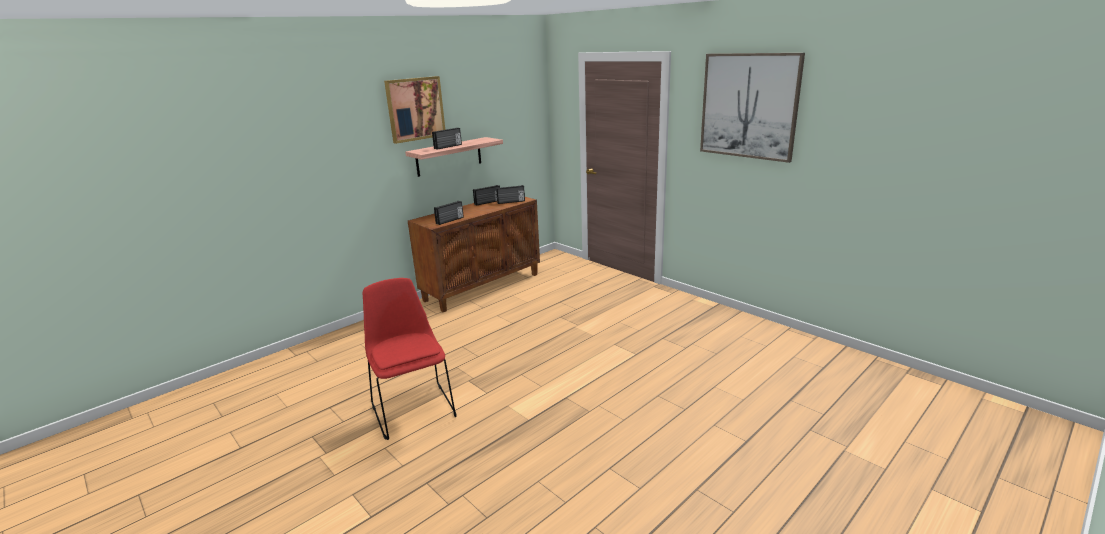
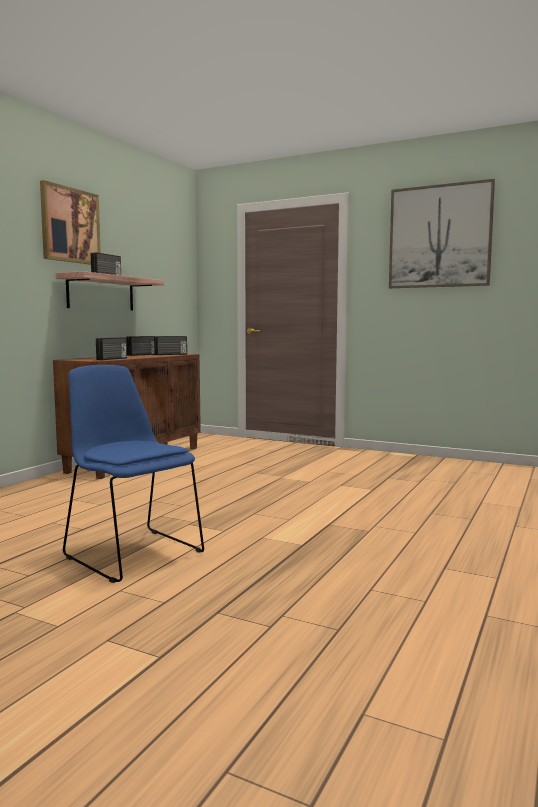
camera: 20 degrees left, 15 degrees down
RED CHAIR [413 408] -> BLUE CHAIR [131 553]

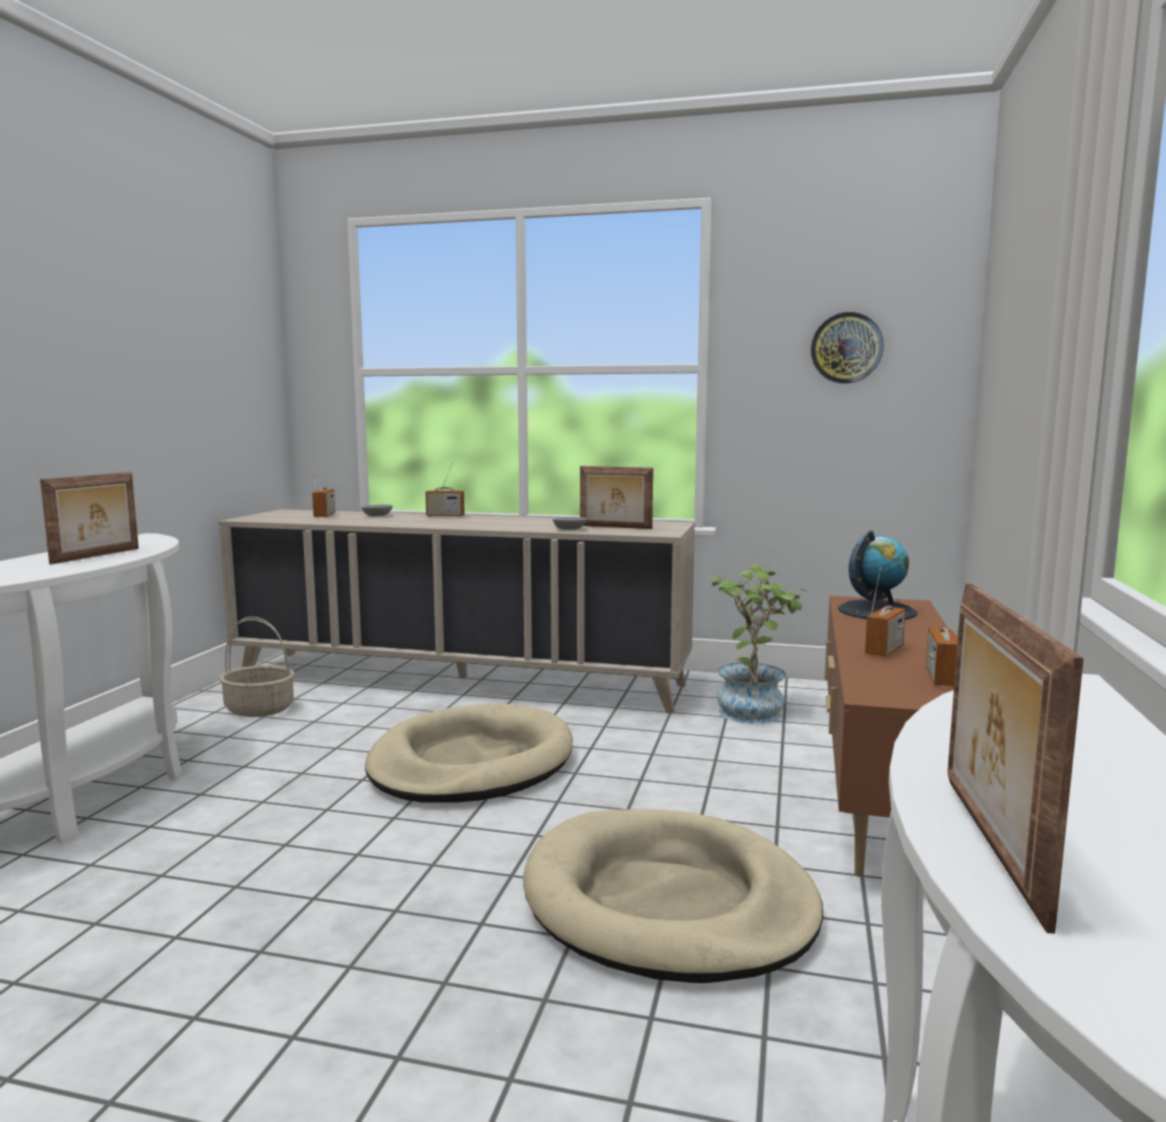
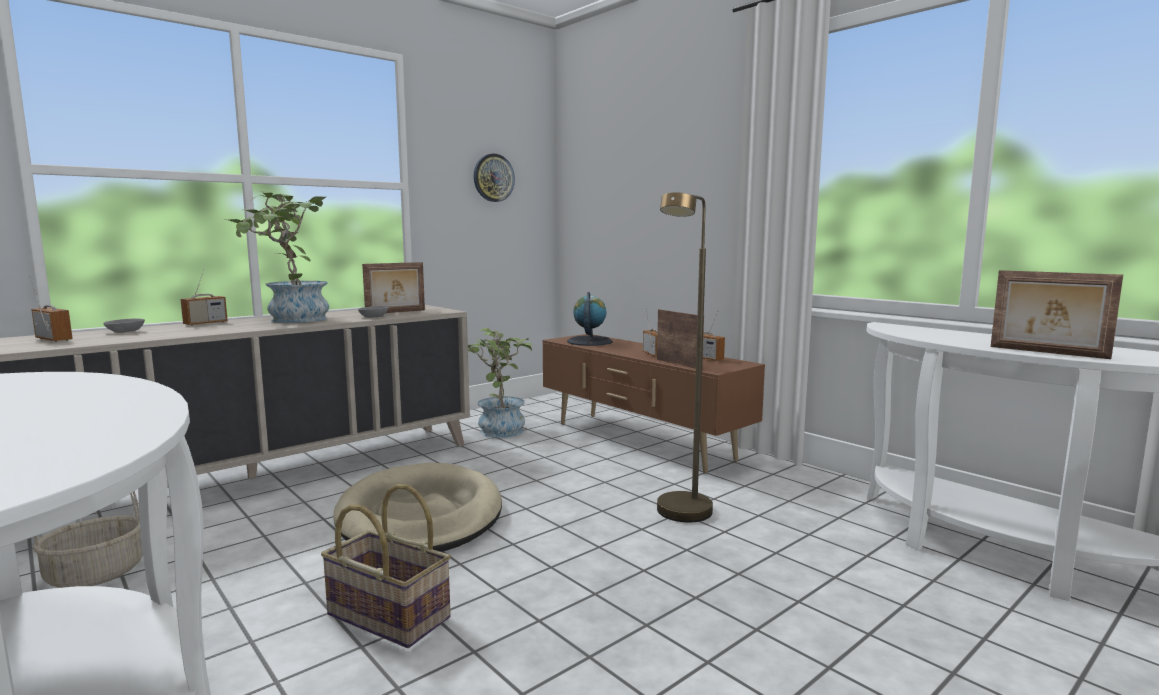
camera: 55 degrees left, 0 degrees up
none -> POTTED PLANT [290 320]
none -> BASKET [386 617]
PICTURE FRAME [97 556] -> PICTURE FRAME [679 364], relocated
BEIGE DOG BED [668 903] -> BROWN FLOOR LAMP [681 517]

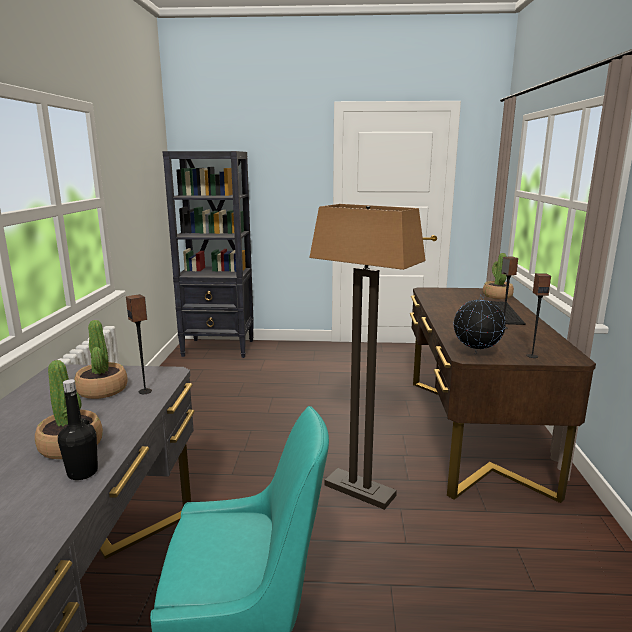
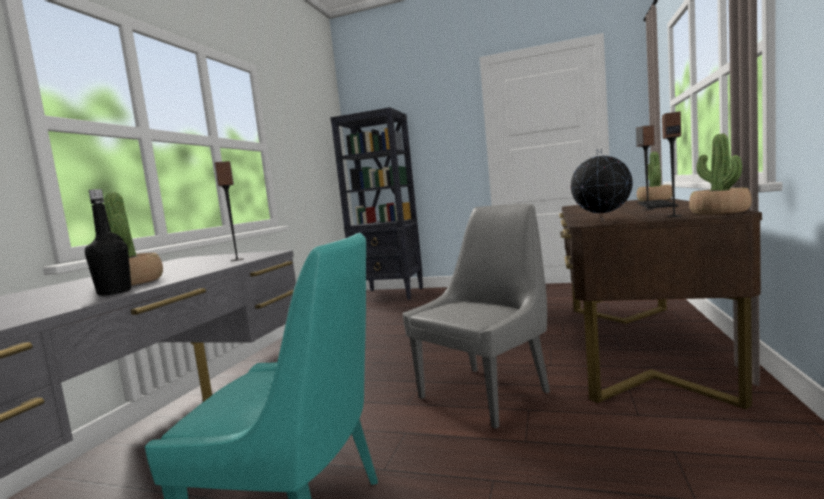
camera: 15 degrees right, 10 degrees down
POTTED PLANT [102 390] -> POTTED PLANT [719 212], relocated
FLOOR LAMP [360 490] -> GREY CHAIR [487 393]

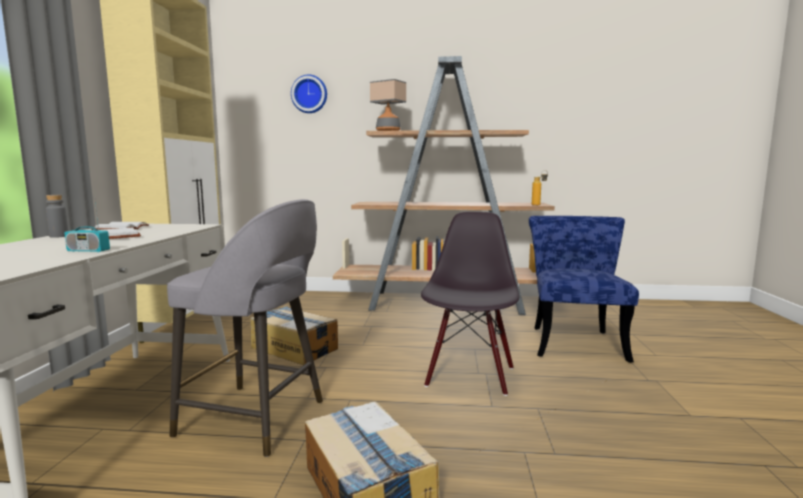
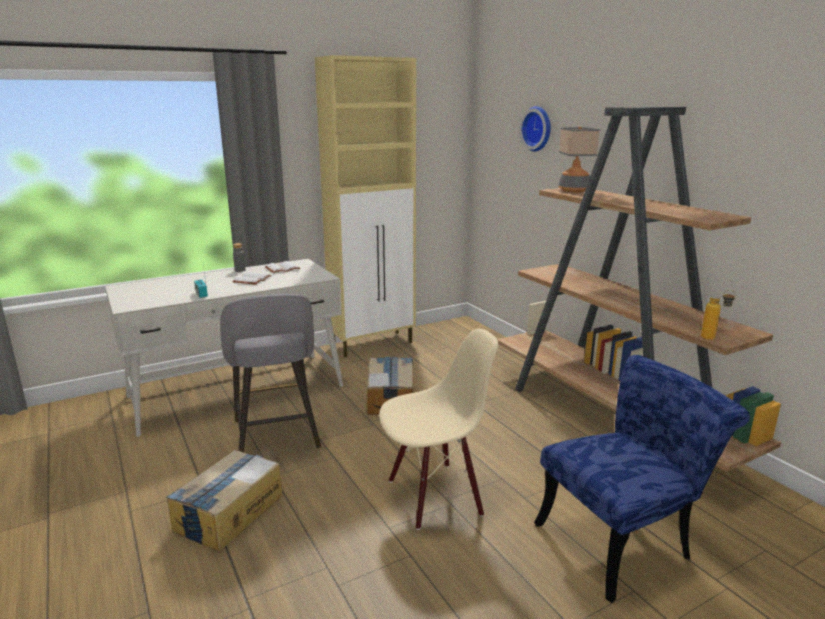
camera: 55 degrees right, 10 degrees up
BLACK CHAIR [468 376] -> BEIGE CHAIR [435 496]

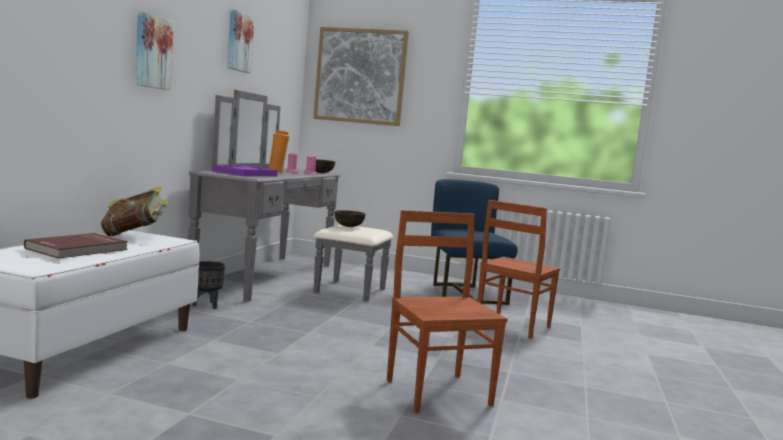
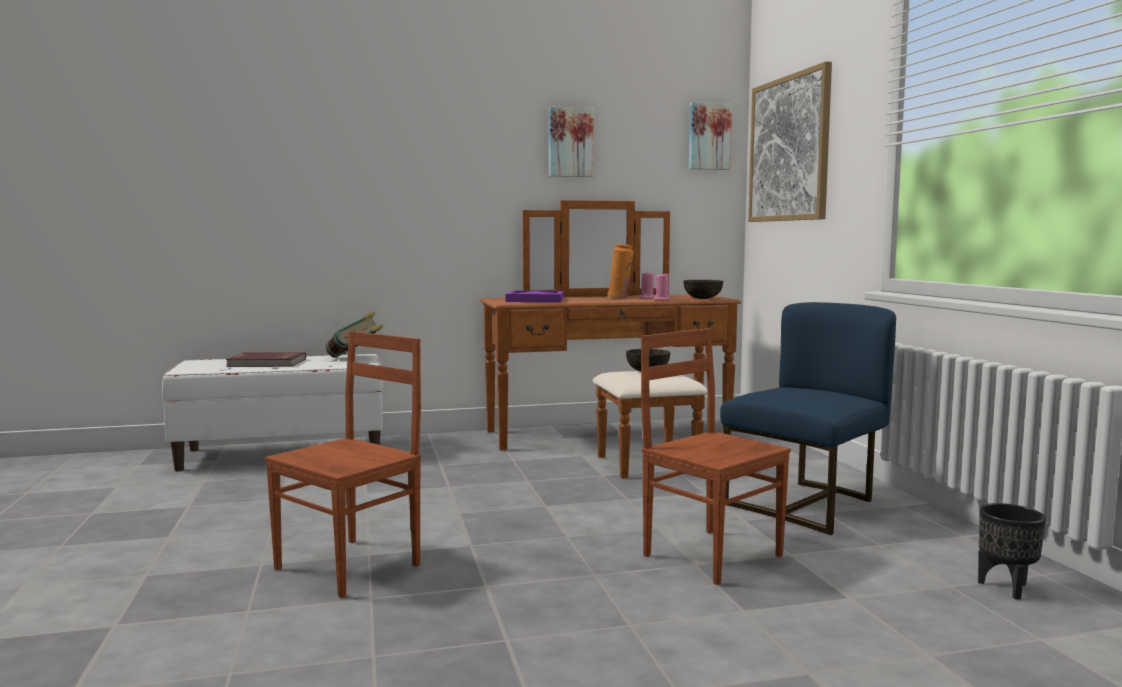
camera: 60 degrees right, 0 degrees up
PICTURE [152 52] -> PICTURE [709 136], relocated
BLACK PLANTER [207 305] -> BLACK PLANTER [1007 588], relocated
GREY DRESSER [286 279] -> BROWN DRESSER [617 439]
BROWN CHAIR [511 325] -> BROWN CHAIR [712 554], 45 degrees clockwise

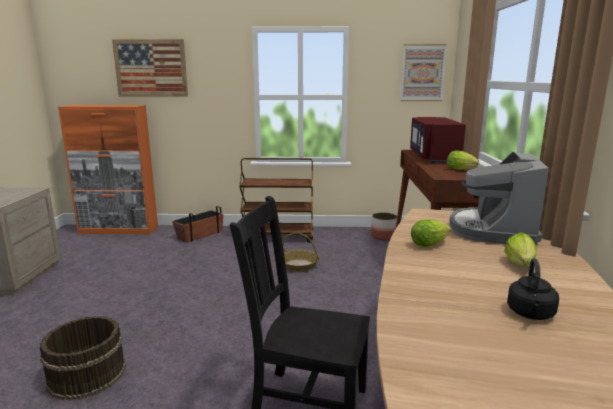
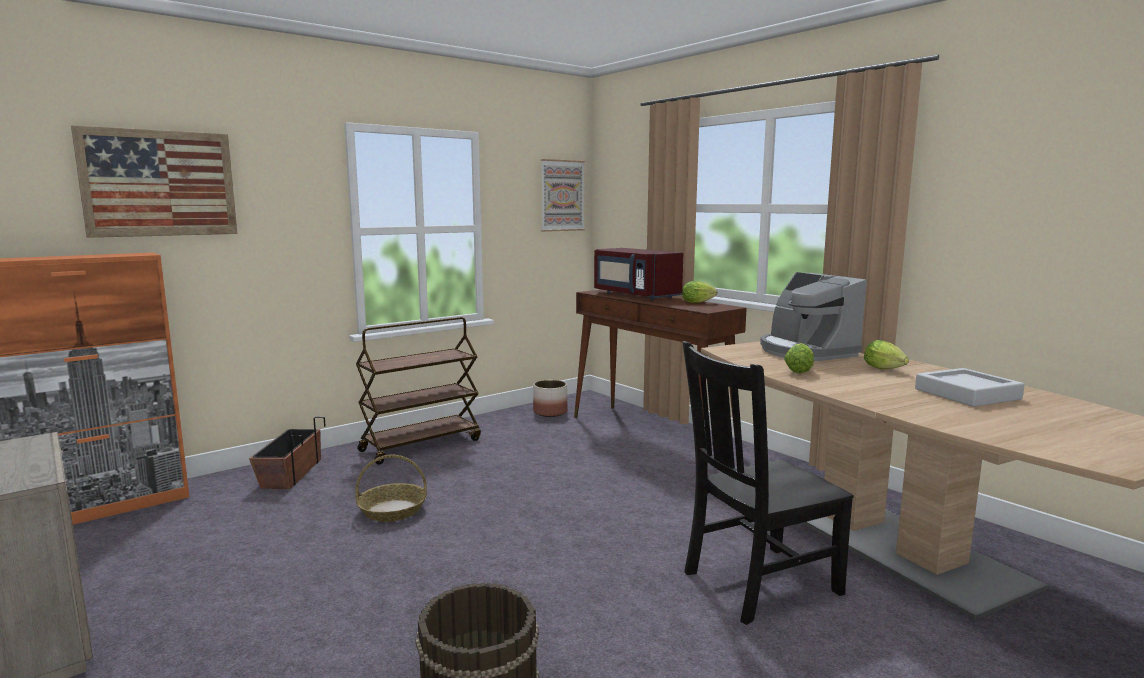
camera: 40 degrees left, 5 degrees down
BASKET [299 265] -> BASKET [393 510], relocated
BLACK KETTLE [530 314] -> GREY TRAY [967 394]

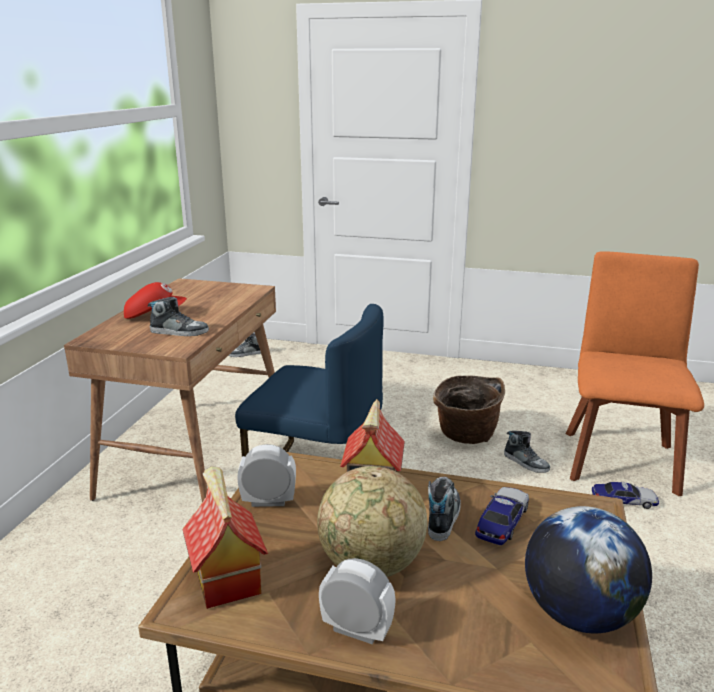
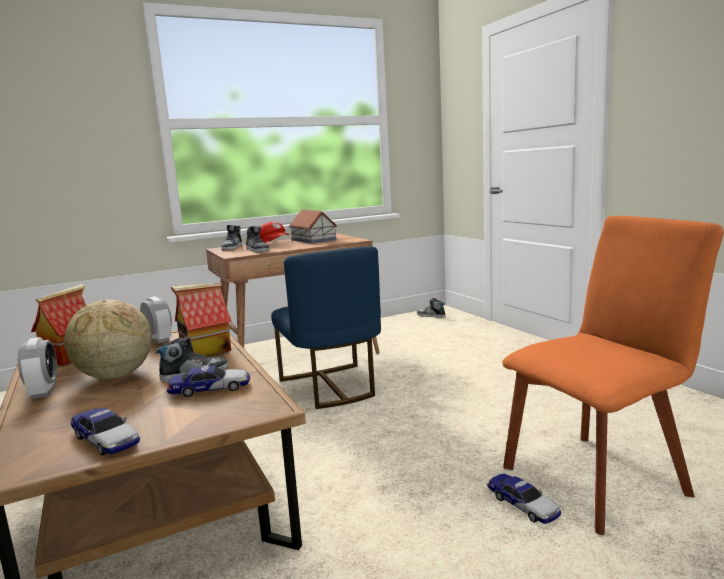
camera: 50 degrees right, 10 degrees down
BASKET [465 436] -> none
none -> TOY HOUSE [313 240]
SHOE [526 462] -> SHOE [232 248], relocated
GLOBE [578 614] -> TOY CAR [105 439]

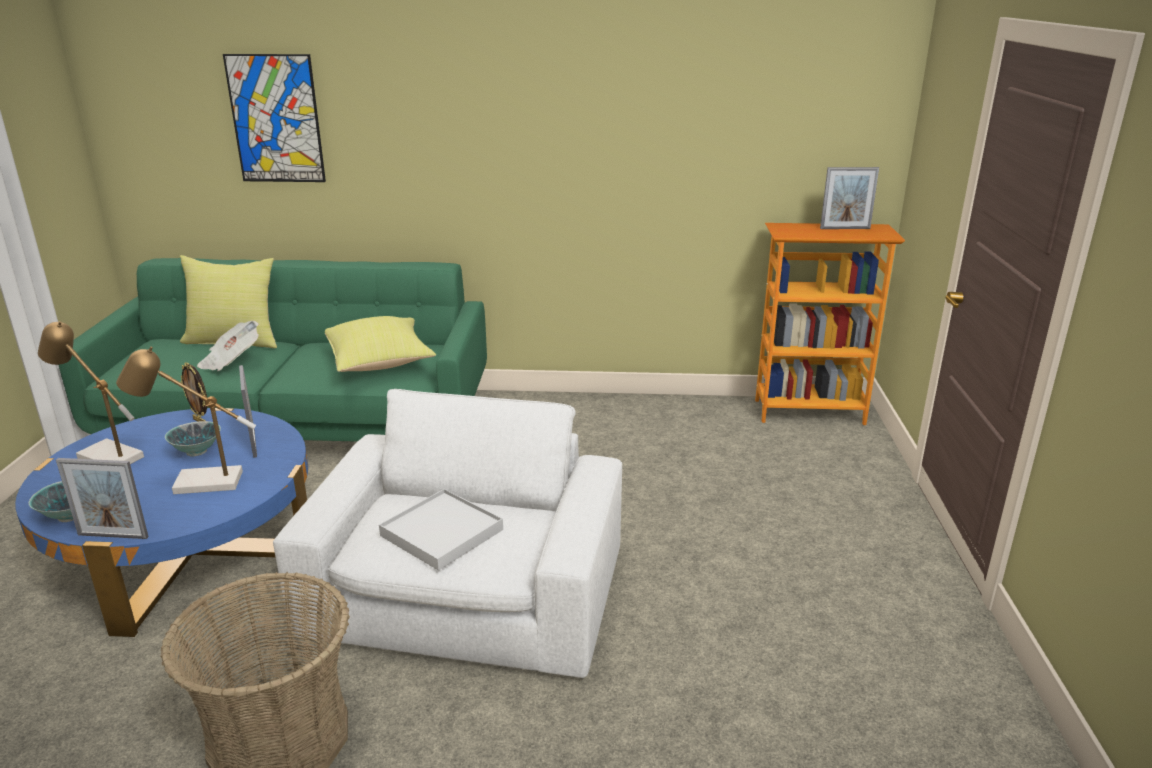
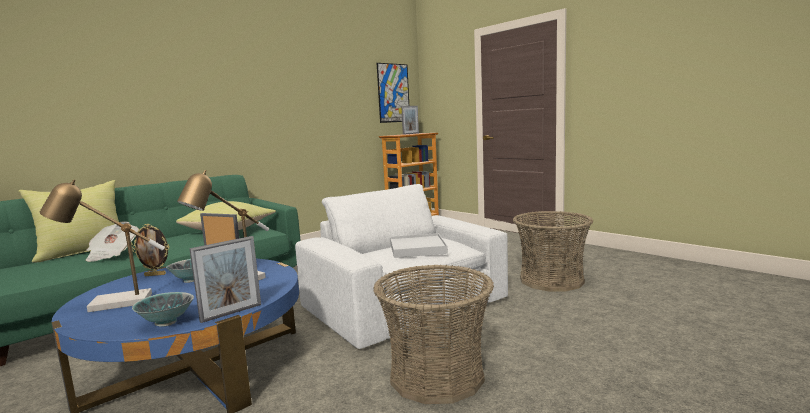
camera: 45 degrees left, 15 degrees down
none -> BASKET [551 280]
PICTURE [276 119] -> PICTURE [393 93], relocated

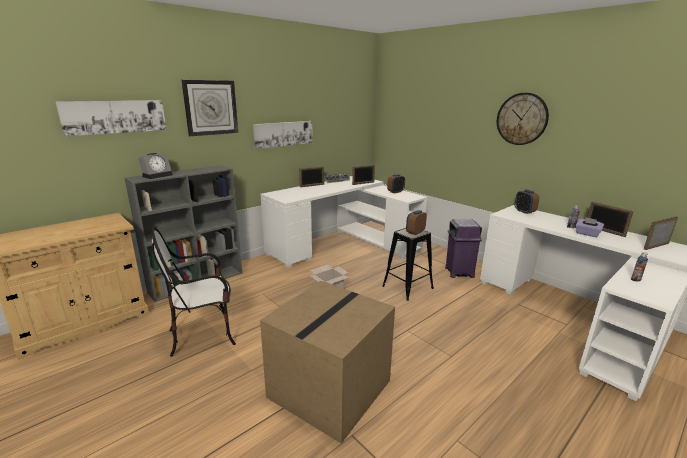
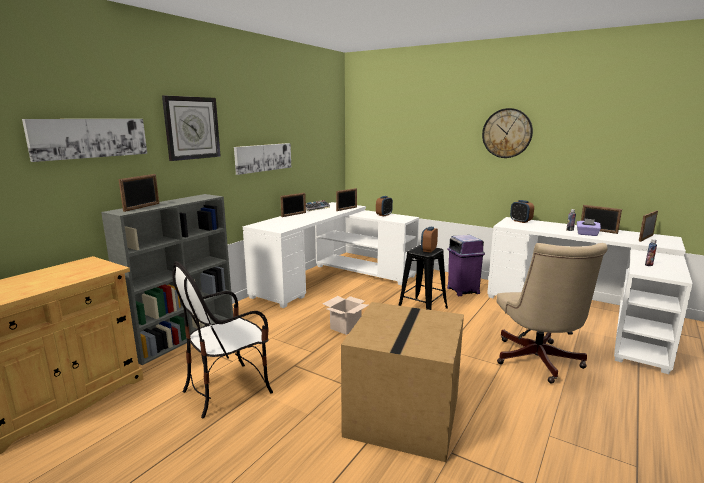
camera: 15 degrees left, 5 degrees down
none -> BEIGE OFFICE CHAIR [538 362]
ALARM CLOCK [157 175] -> PICTURE FRAME [142 207]

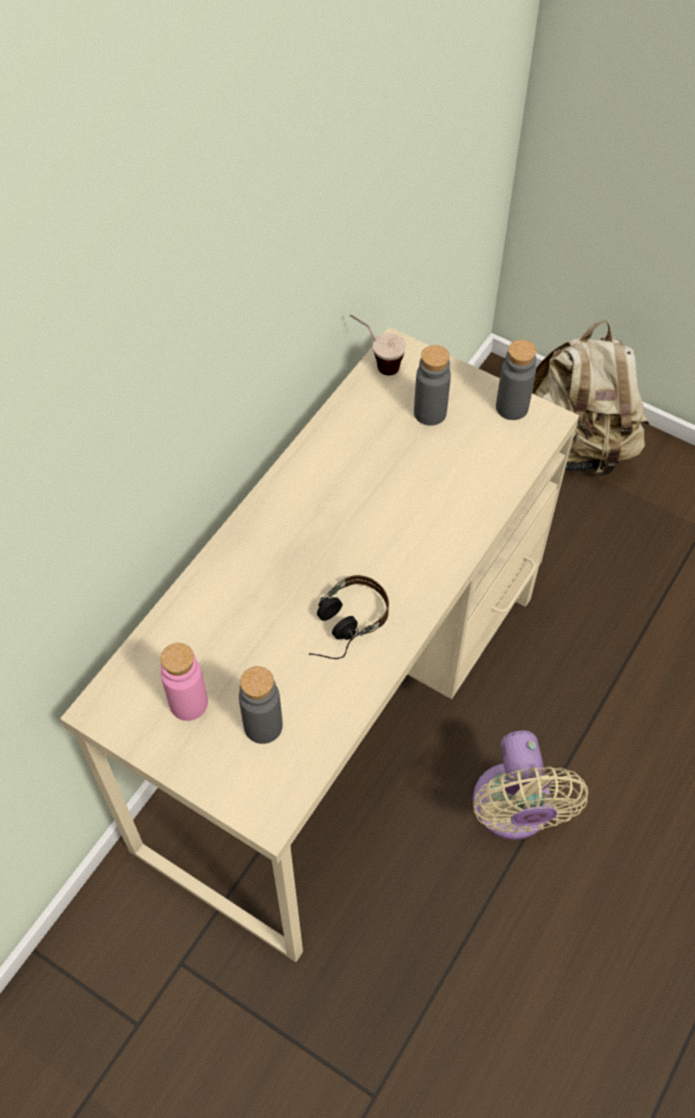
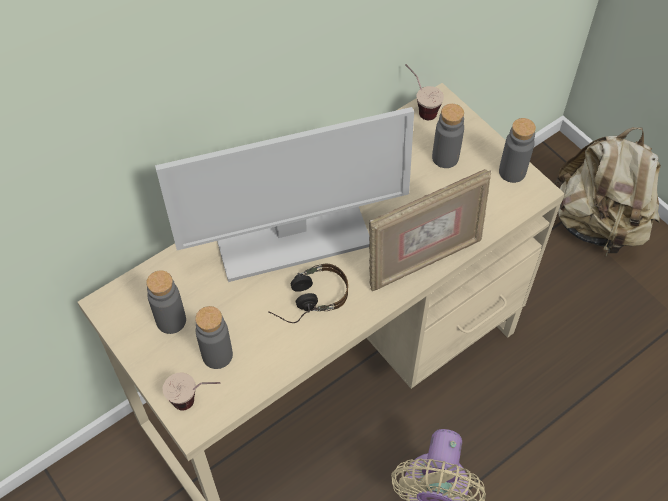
camera: 20 degrees right, 0 degrees up
none -> MONITOR [290 236]
none -> CUP [196 402]
none -> PICTURE FRAME [423 260]
PINK BOTTLE [188 703] -> GREY BOTTLE [171 320]

